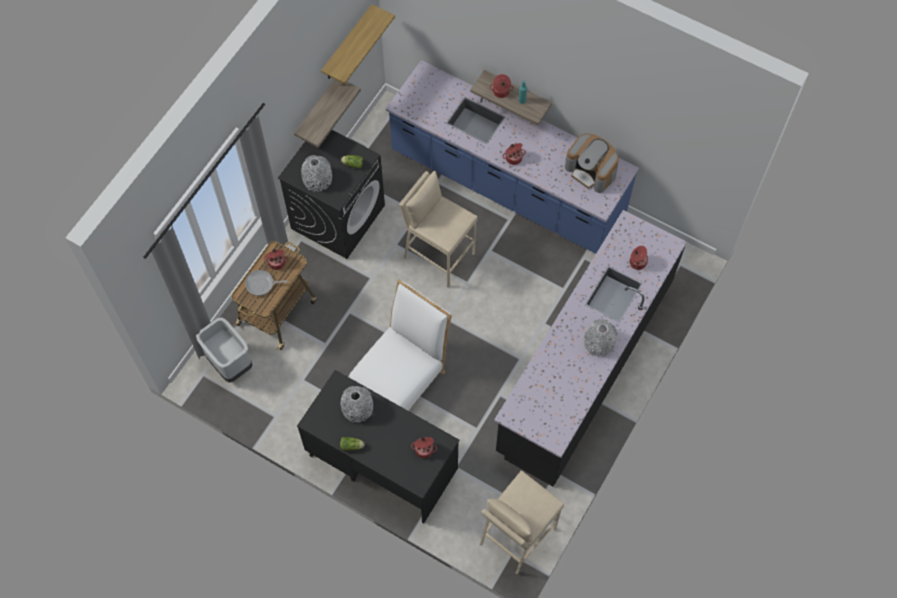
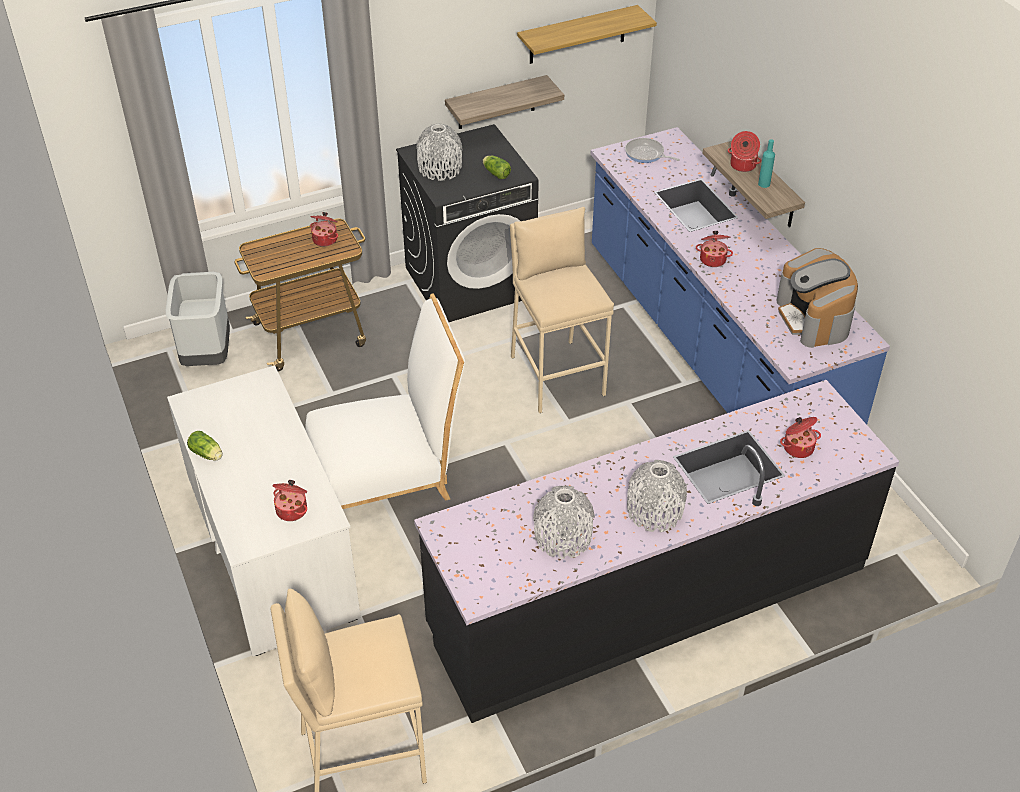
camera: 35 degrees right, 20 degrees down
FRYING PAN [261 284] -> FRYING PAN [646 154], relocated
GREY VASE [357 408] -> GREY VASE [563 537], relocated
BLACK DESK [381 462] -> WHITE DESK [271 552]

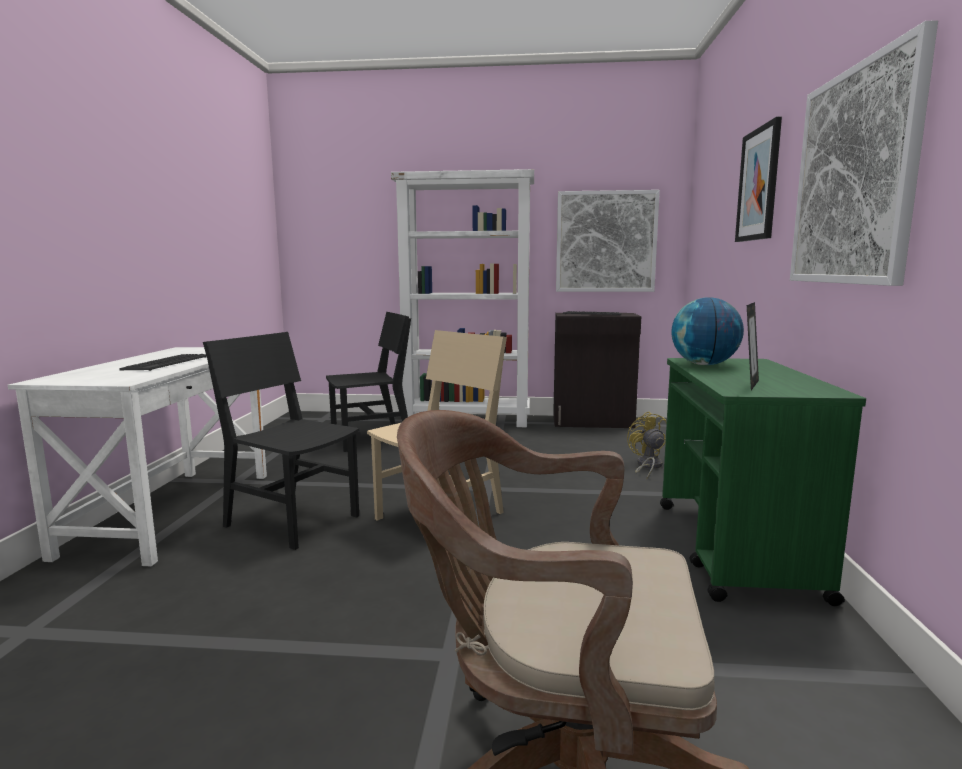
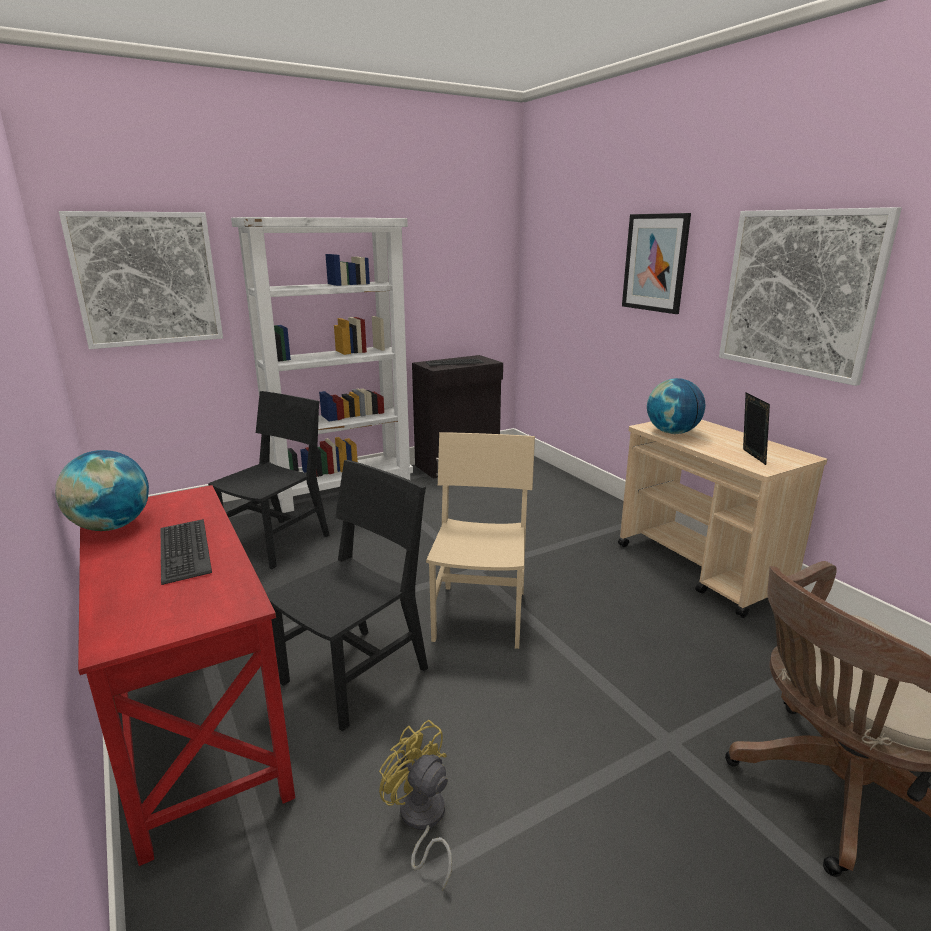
camera: 35 degrees left, 10 degrees up
none -> GLOBE [111 526]
PICTURE [606 242] -> PICTURE [147 279], relocated
YELLOW FAN [647 466] -> YELLOW FAN [421 821], relocated
WHITE DESK [173 512] -> RED DESK [195 723]
GREEN CART [735 549] -> BEIGE CART [702 569]
BLACK CHAIR [292 520] -> BLACK CHAIR [355 676], 135 degrees clockwise

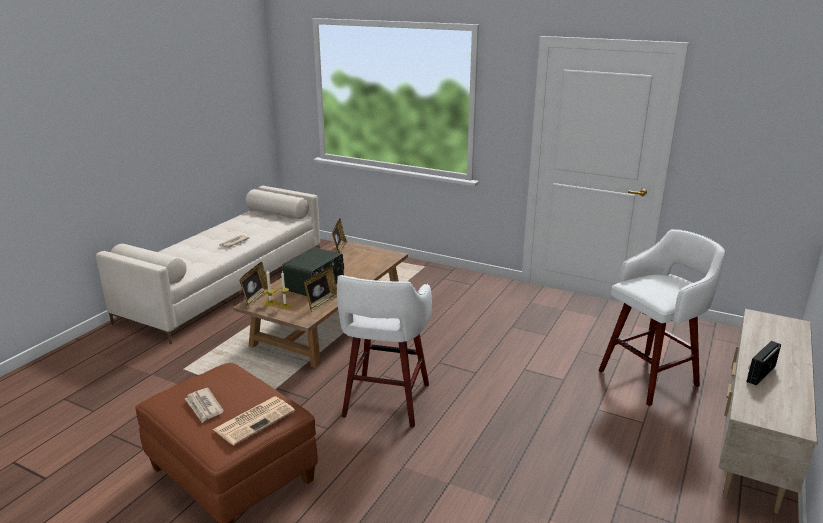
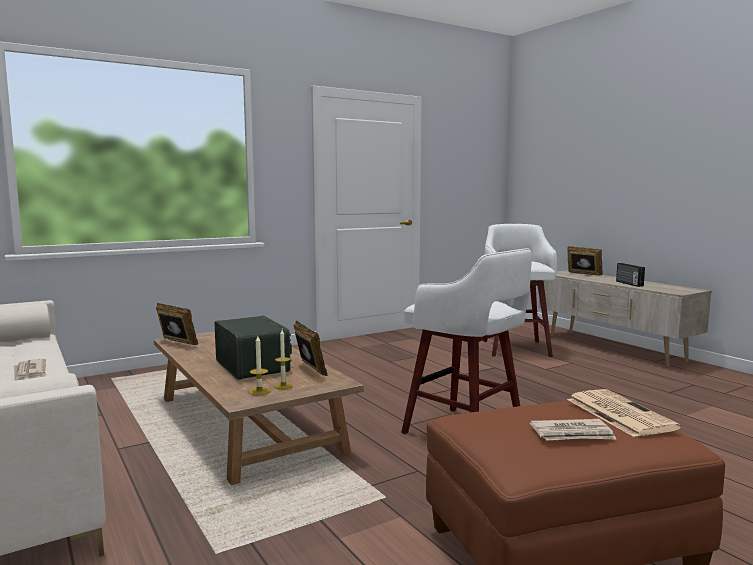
camera: 60 degrees left, 15 degrees down
PICTURE FRAME [256 299] -> PICTURE FRAME [583 274], relocated

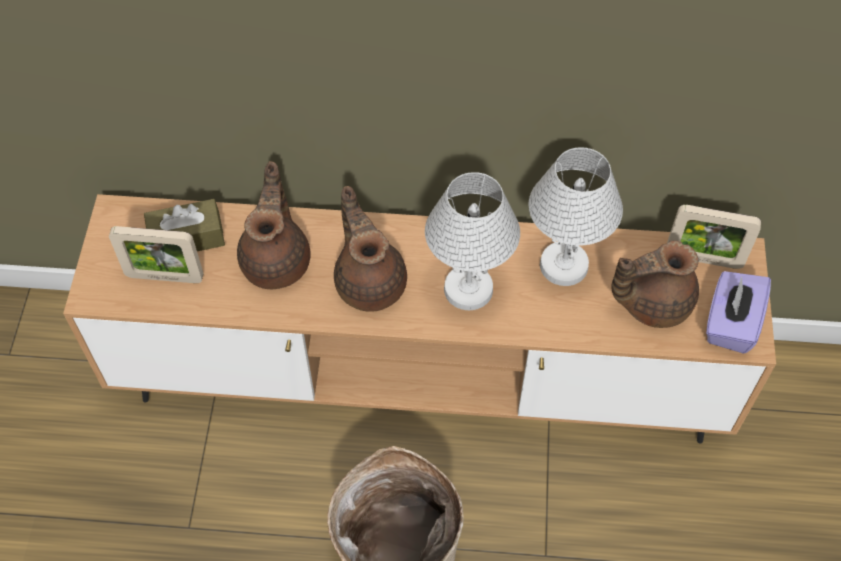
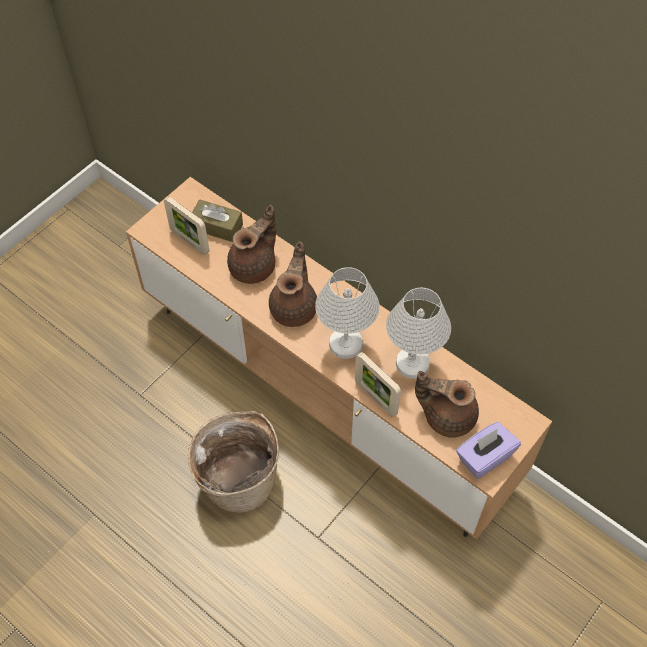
camera: 35 degrees right, 0 degrees up
PICTURE FRAME [703 259] -> PICTURE FRAME [375 398], relocated

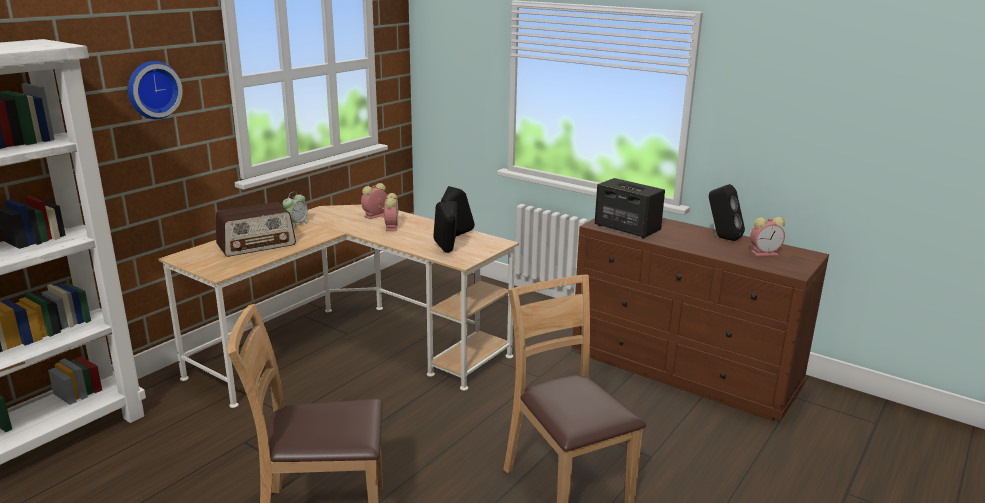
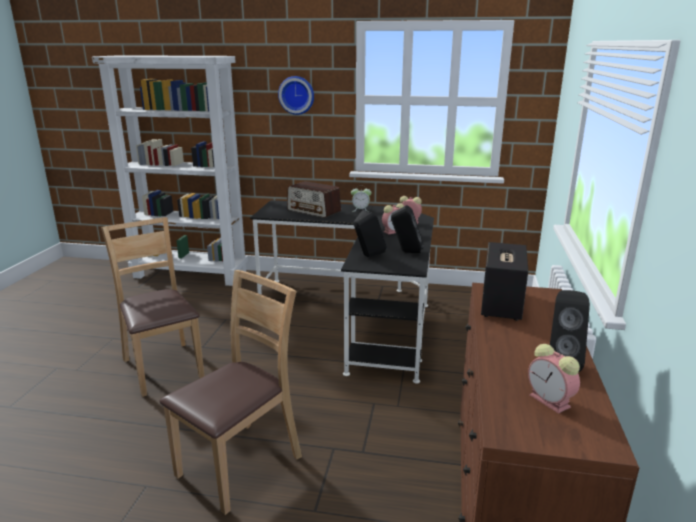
camera: 65 degrees right, 0 degrees up
BEIGE DESK [352 349] -> BLACK DESK [357 315]

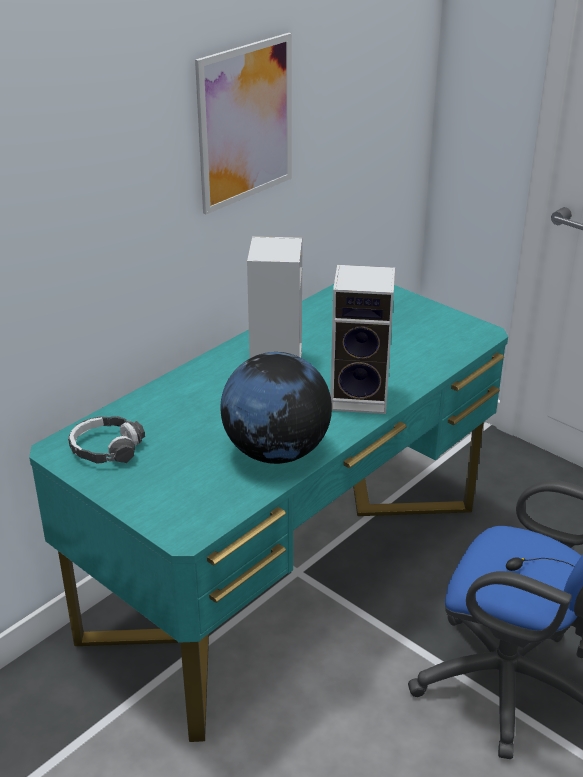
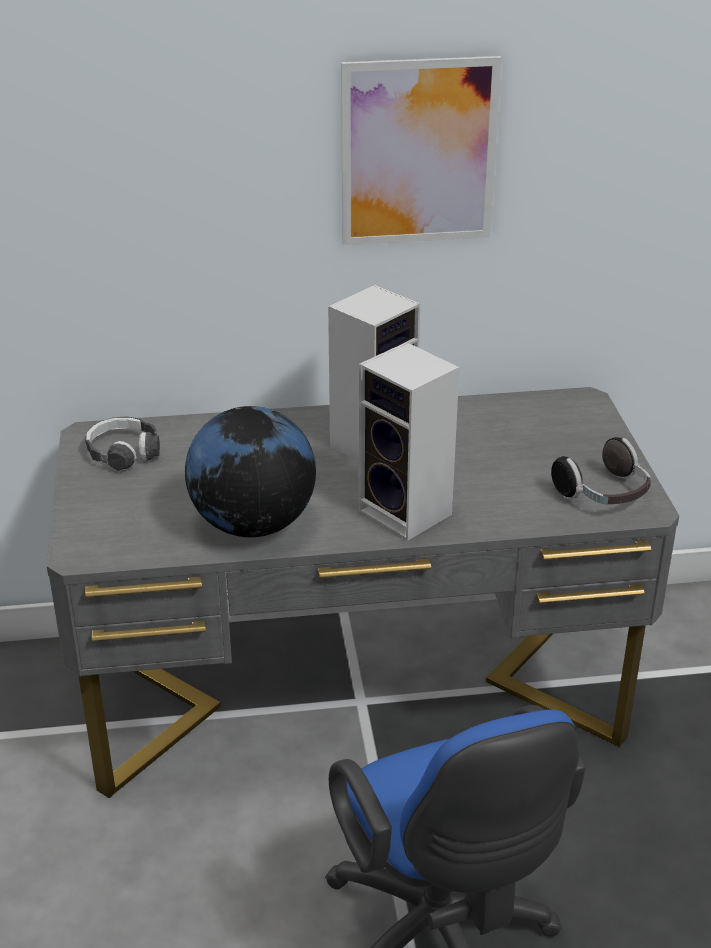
camera: 40 degrees right, 0 degrees up
none -> HEADPHONES [604 495]
TURQUOISE DESK [288 570] -> GREY DESK [355 695]

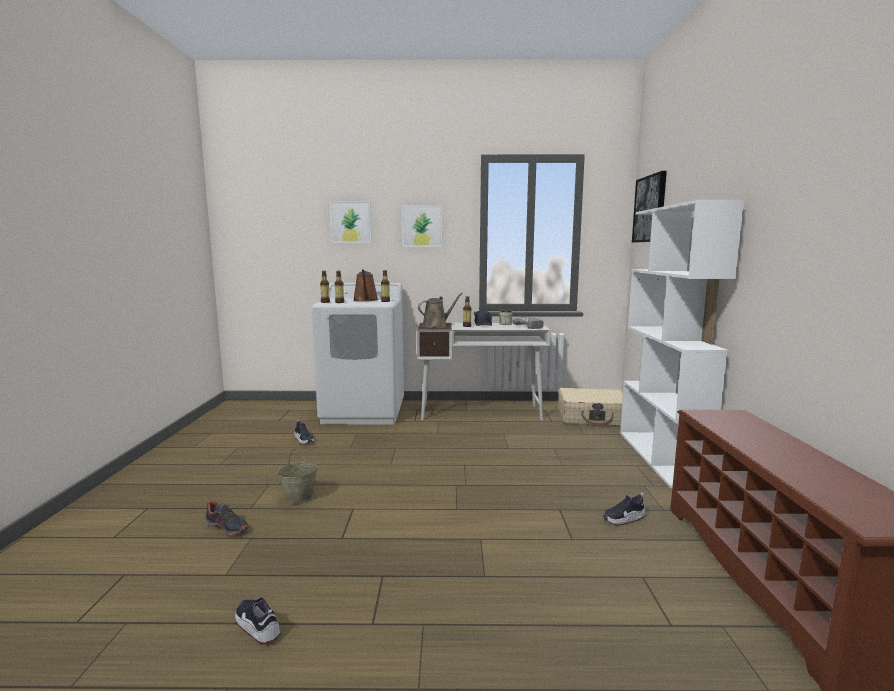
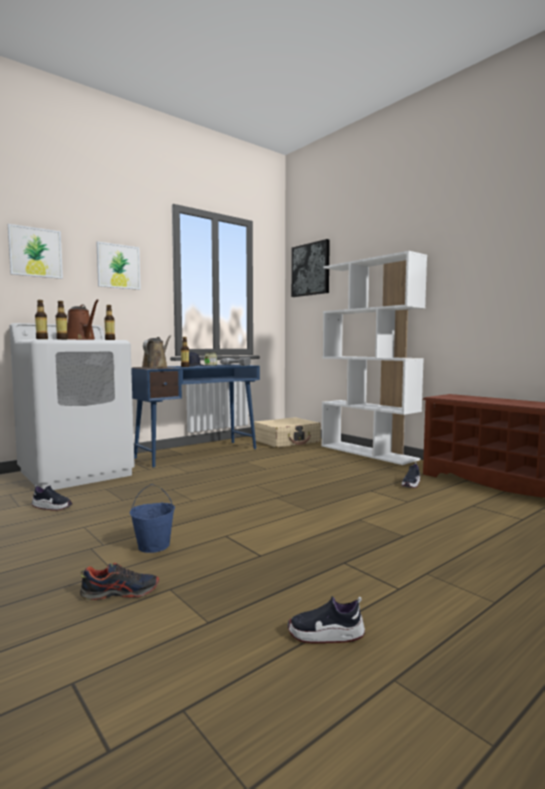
camera: 40 degrees left, 5 degrees down
BEIGE BUCKET [300 498] -> BLUE BUCKET [154 546]
WHITE DESK [481 412] -> BLUE DESK [198 453]

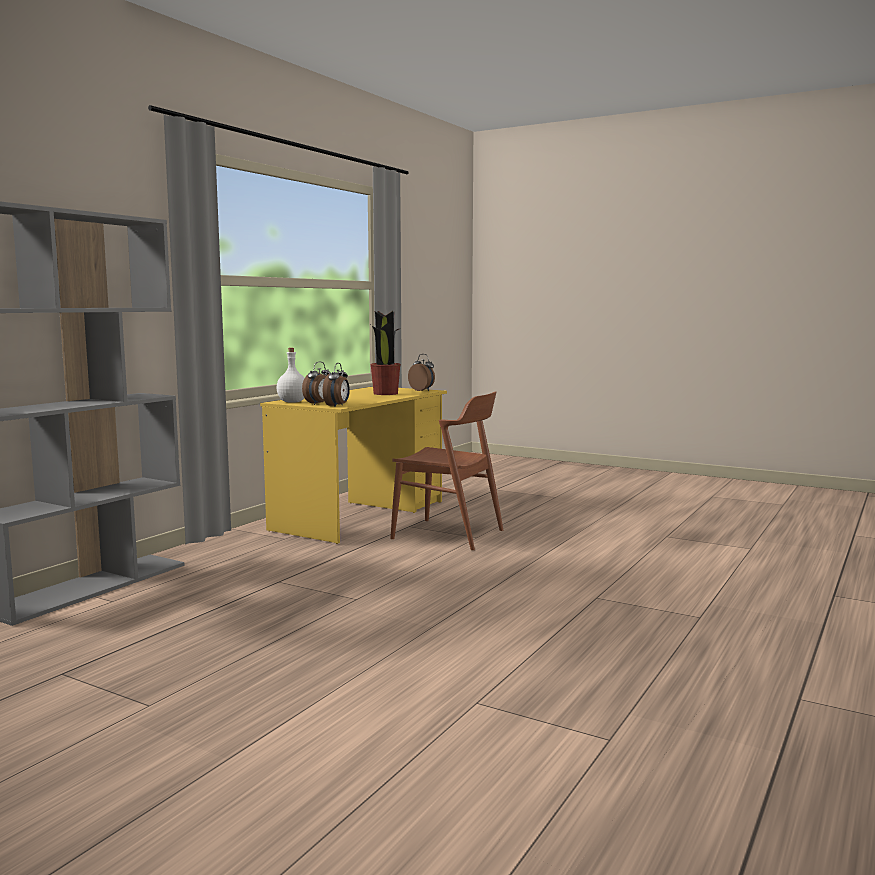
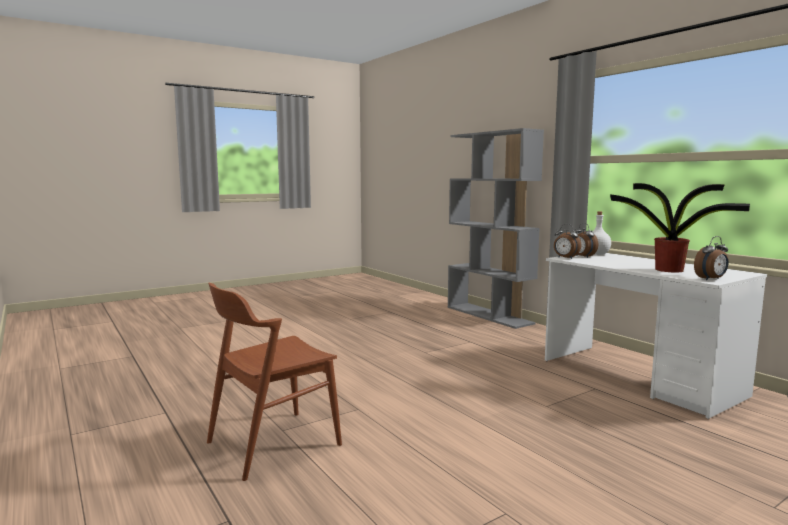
camera: 115 degrees right, 0 degrees up
BROWN CHAIR [448 534] -> BROWN CHAIR [273 443], relocated
YELLOW DESK [360 515] -> WHITE DESK [639 378]

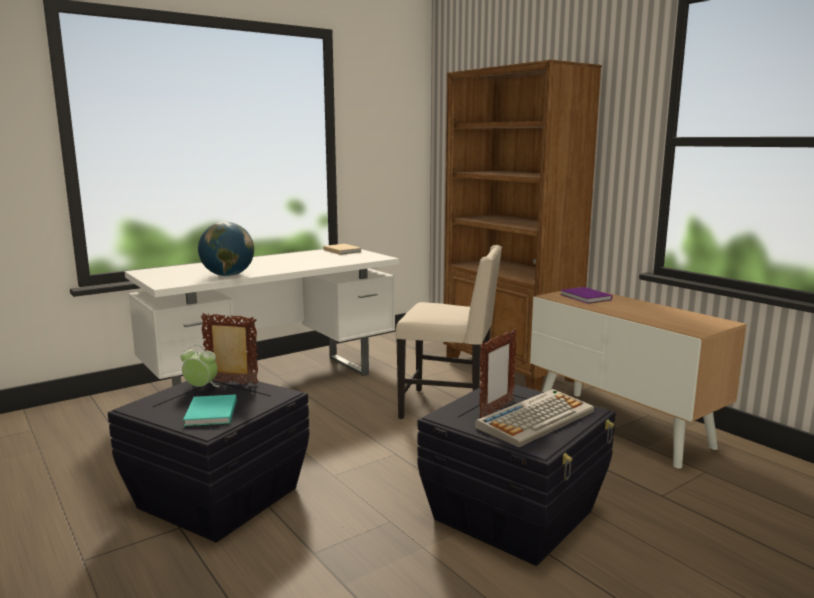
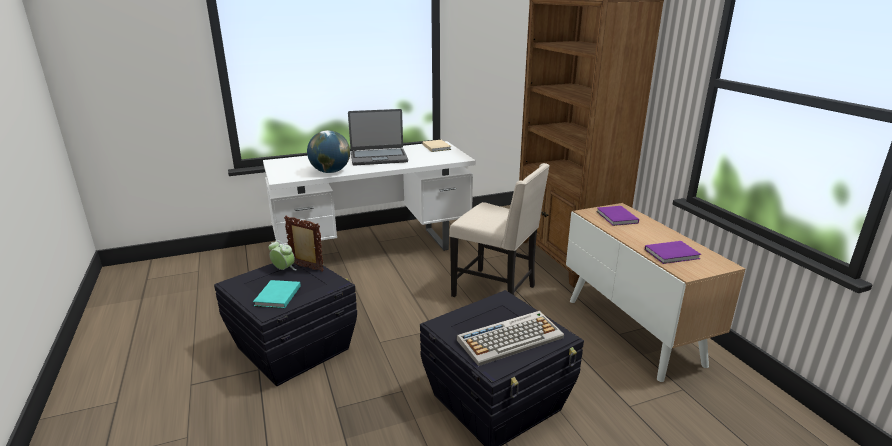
camera: 15 degrees right, 10 degrees up
PICTURE FRAME [496 410] -> none
none -> LAPTOP [378 157]
none -> PURPLE BOOK [673 254]

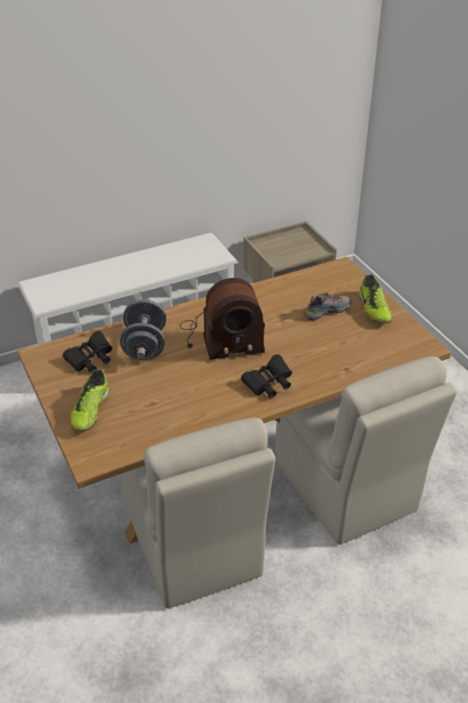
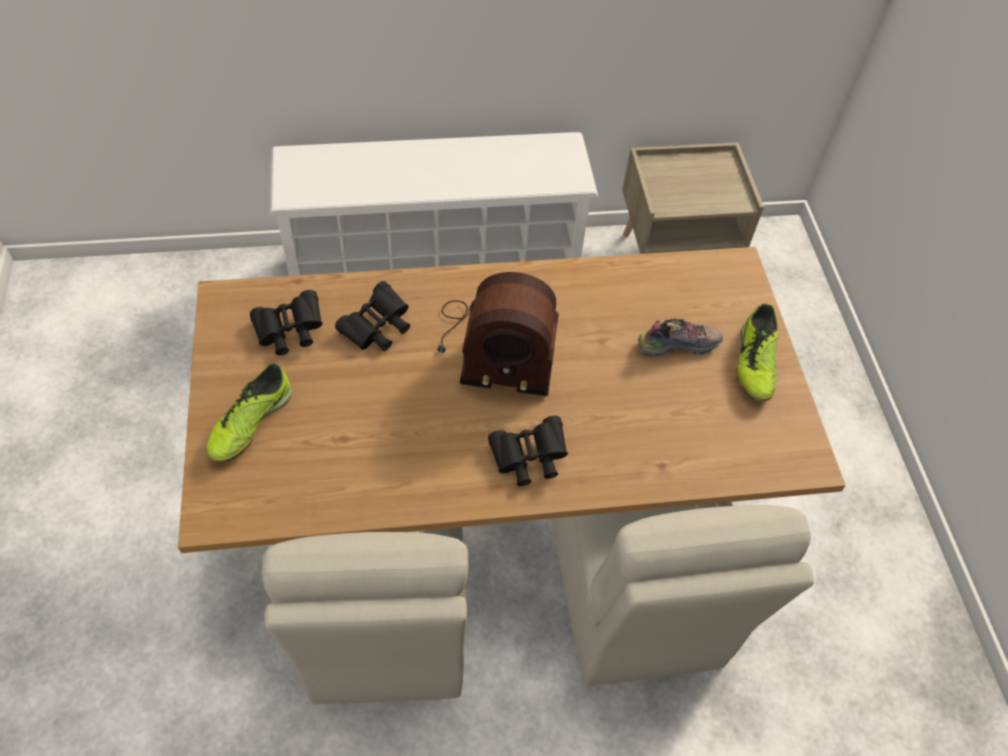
camera: 15 degrees right, 15 degrees up
GREY DUMBBELL [145 346] -> BLACK BINOCULARS [377 329]

